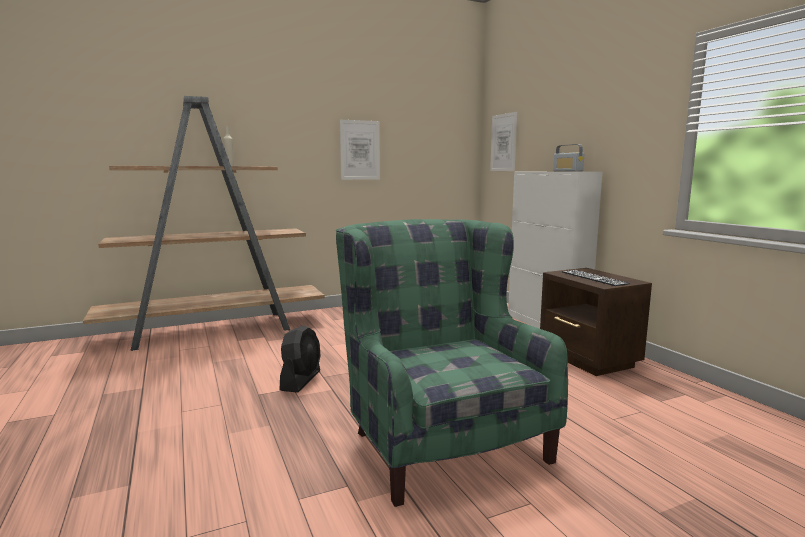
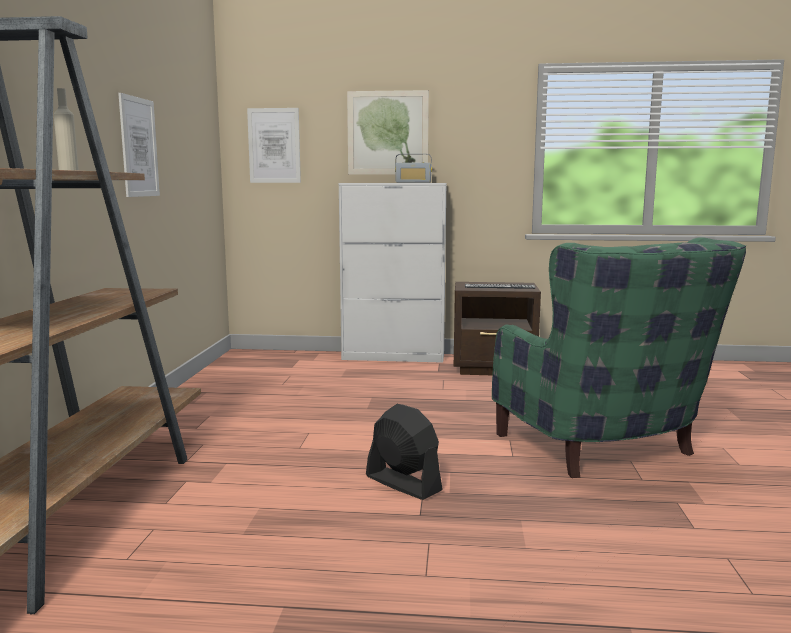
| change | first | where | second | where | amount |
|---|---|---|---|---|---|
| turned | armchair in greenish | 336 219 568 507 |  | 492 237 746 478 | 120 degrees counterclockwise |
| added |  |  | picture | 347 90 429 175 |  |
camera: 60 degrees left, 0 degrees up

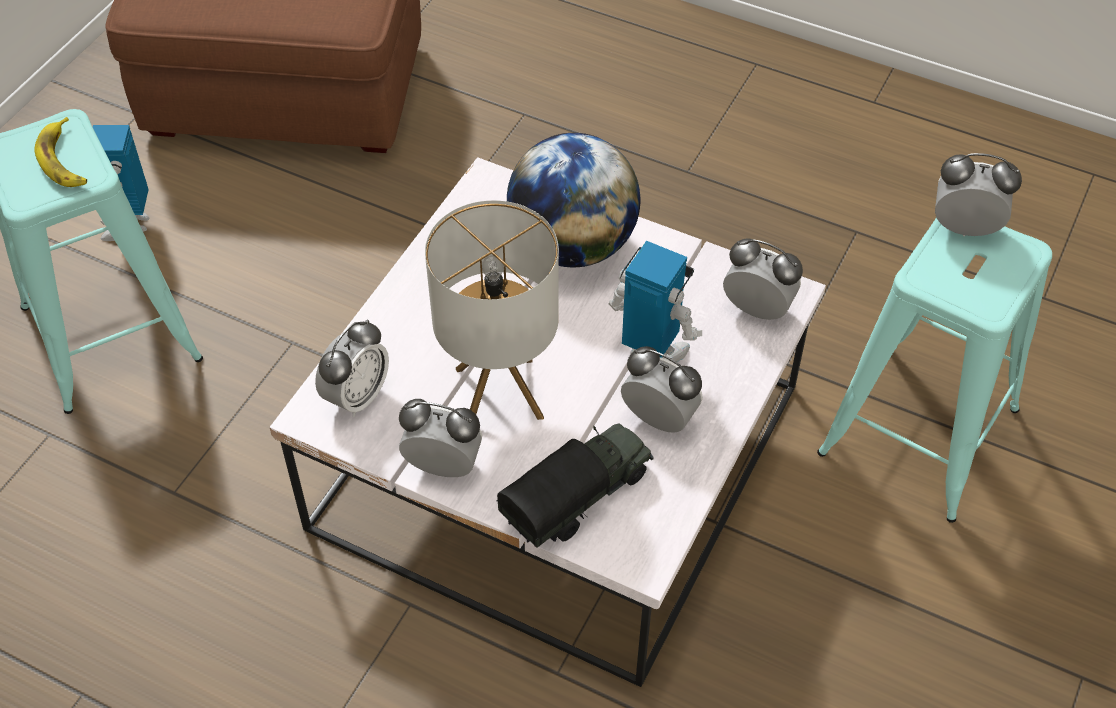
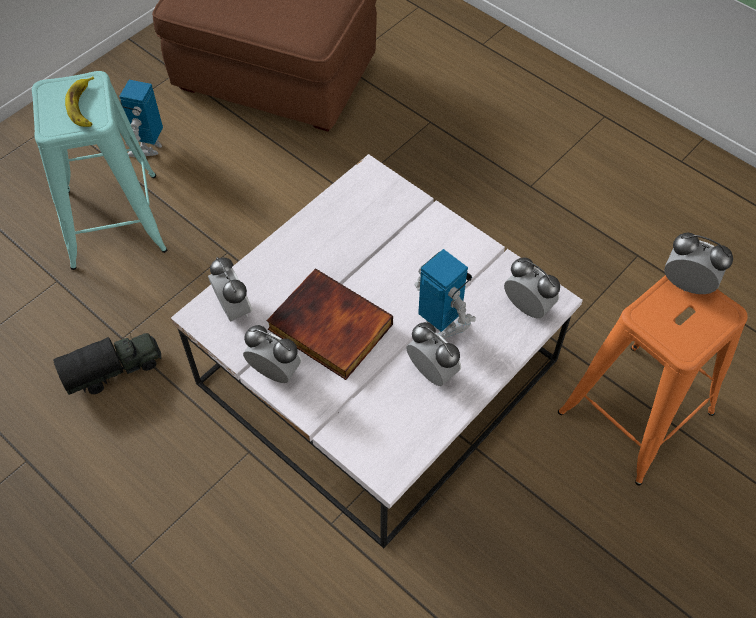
| change | first | where | second | where | amount |
|---|---|---|---|---|---|
| removed | desk globe | 507 133 640 268 |  |  |  |
| replaced | lamp for a table | 425 200 559 420 | book | 267 268 393 380 |  |
| recoloured | stool seat in turquoise-coloured | 817 218 1052 523 | stool seat in orange-coloured | 558 275 748 486 |  |
| turned | bedside clock | 315 319 389 417 |  | 208 257 252 321 | 75 degrees counterclockwise |
| moved | toy truck | 496 423 654 548 |  | 53 333 161 395 |  |
camera: 15 degrees right, 5 degrees up

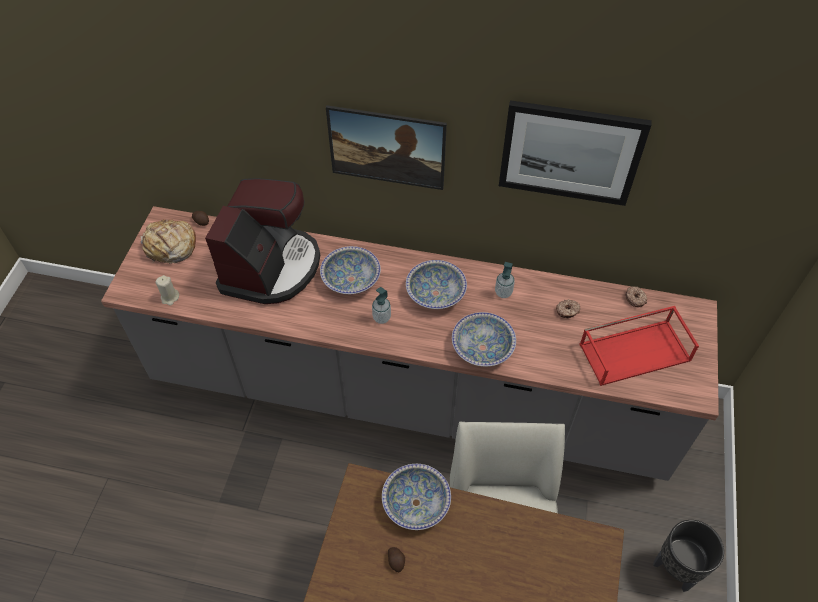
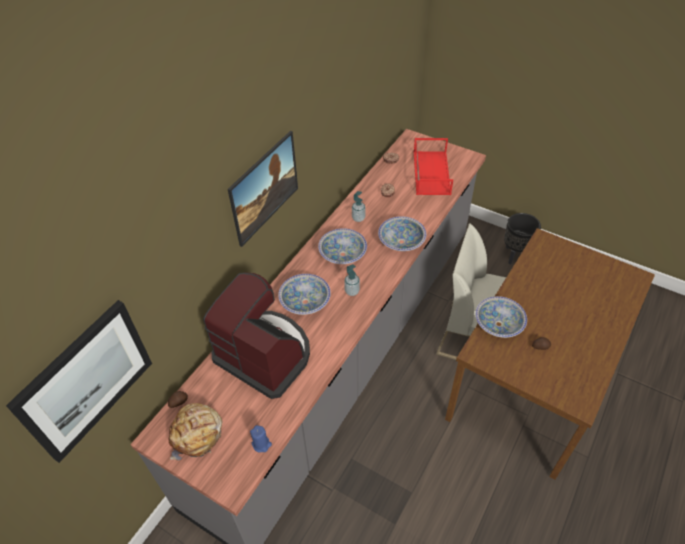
| change | first | where | second | where | amount |
|---|---|---|---|---|---|
| moved | picture | 499 100 652 206 |  | 6 300 152 463 |  |
| recoloured | wax light in beige-coloured | 155 275 179 306 | wax light in blue | 250 425 272 452 |  |
camera: 70 degrees left, 5 degrees down

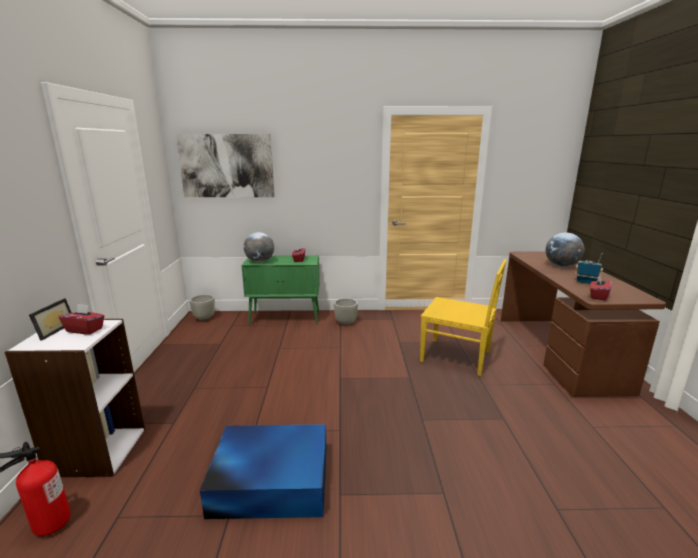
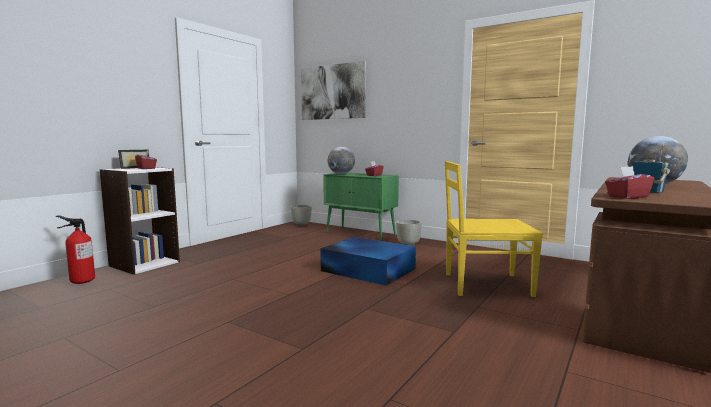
| change | first | where | second | where | amount |
|---|---|---|---|---|---|
| turned | plain chair in yellowish | 420 259 507 376 |  | 445 161 543 297 | 120 degrees clockwise |
| moved | storage box in blue | 200 424 326 519 |  | 320 237 416 286 |  |
camera: 35 degrees right, 10 degrees down

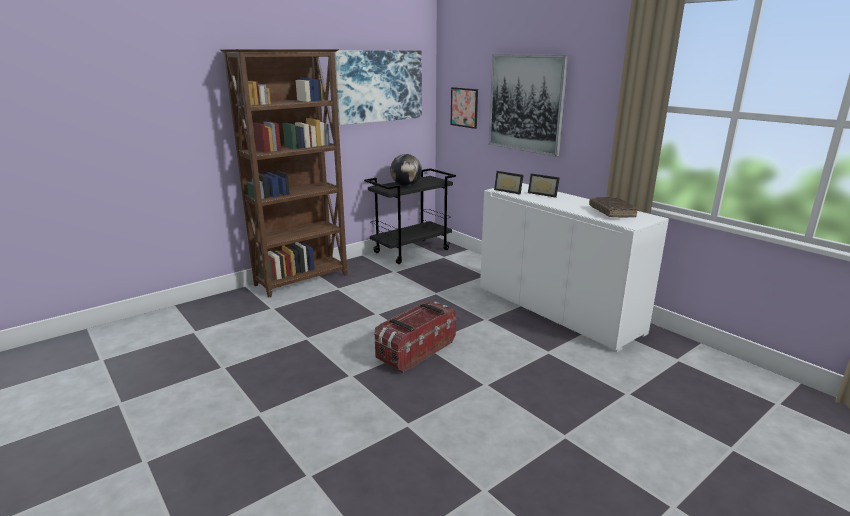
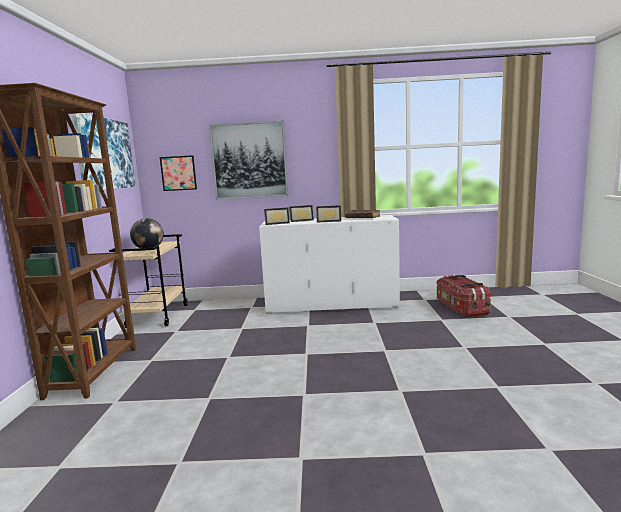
| change | first | where | second | where | amount |
|---|---|---|---|---|---|
| recoloured | trolley in black | 364 168 456 264 | trolley in beige-coloured | 109 234 188 328 |  |
| moved | storage box | 375 302 456 373 |  | 436 275 491 317 |  |
| added |  |  | standing frame | 316 205 341 223 |  |
camera: 50 degrees left, 10 degrees down

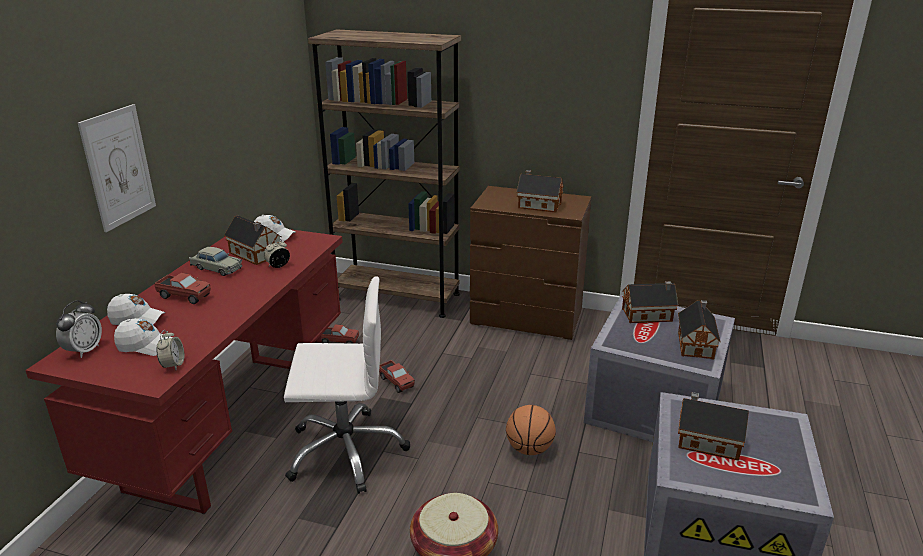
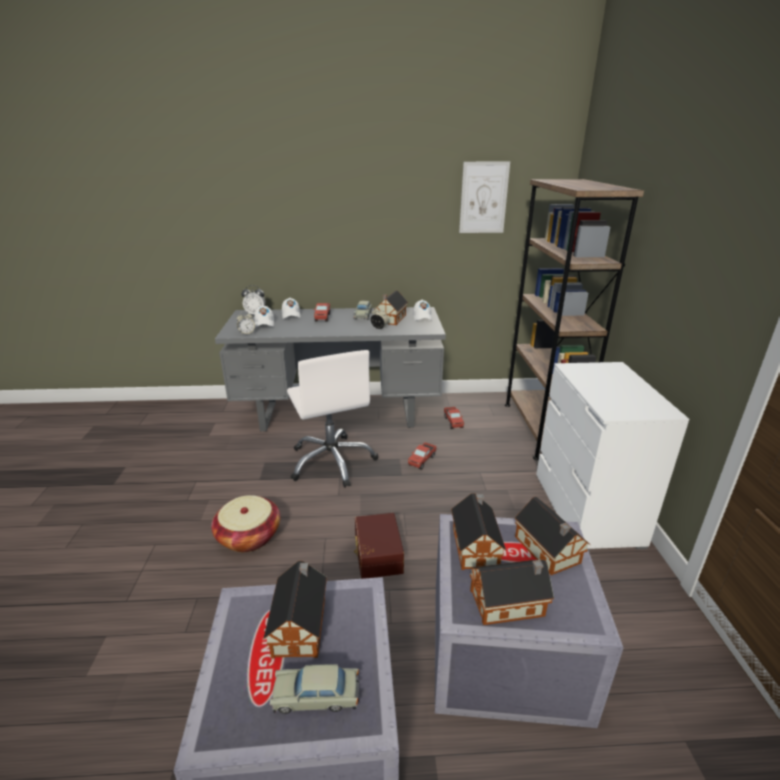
| change | first | where | second | where | amount |
|---|---|---|---|---|---|
| moved | picture | 78 104 156 232 |  | 459 162 510 233 |  |
| moved | model house | 516 170 564 213 |  | 451 493 506 570 |  |
| recoloured | chest of drawers in brown | 470 186 592 340 | chest of drawers in white-coloured | 536 362 689 551 |  |
| recoloured | desk table in red | 25 229 343 514 | desk table in gray | 215 307 446 432 |  |
| replaced | basketball | 506 405 556 455 | storage box in brown | 354 513 404 579 |  |
| added |  |  | model car in beige-coloured | 270 664 359 714 |  |
camera: 70 degrees right, 0 degrees up

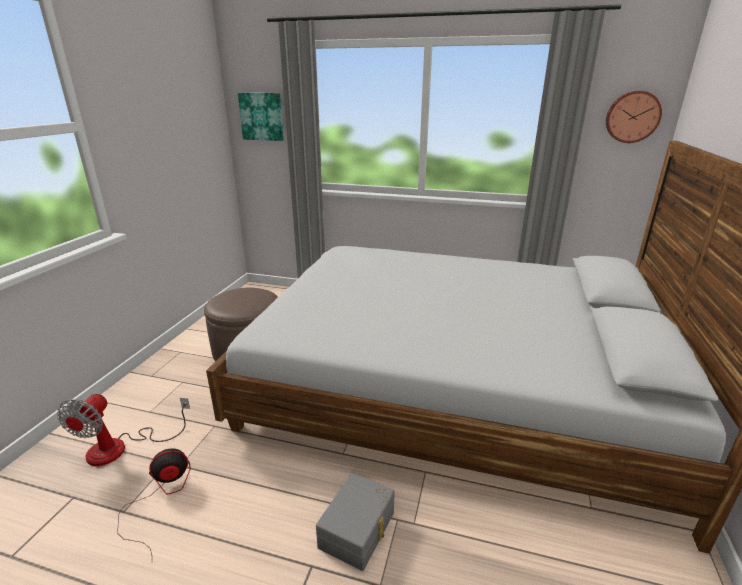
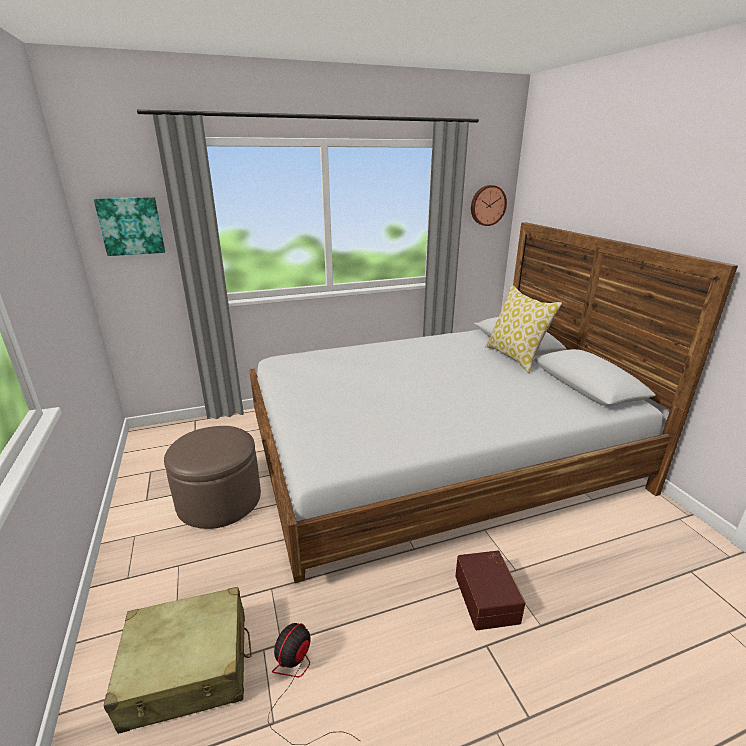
| change | first | where | second | where | amount |
|---|---|---|---|---|---|
| replaced | electric fan | 57 393 190 466 | travel case in beige-coloured | 104 587 252 734 |  |
| recoloured | storage box in gray | 316 473 395 571 | storage box in brown | 455 551 525 630 |  |
| added |  |  | throw pillow | 485 284 562 373 |  |
camera: 35 degrees left, 0 degrees up

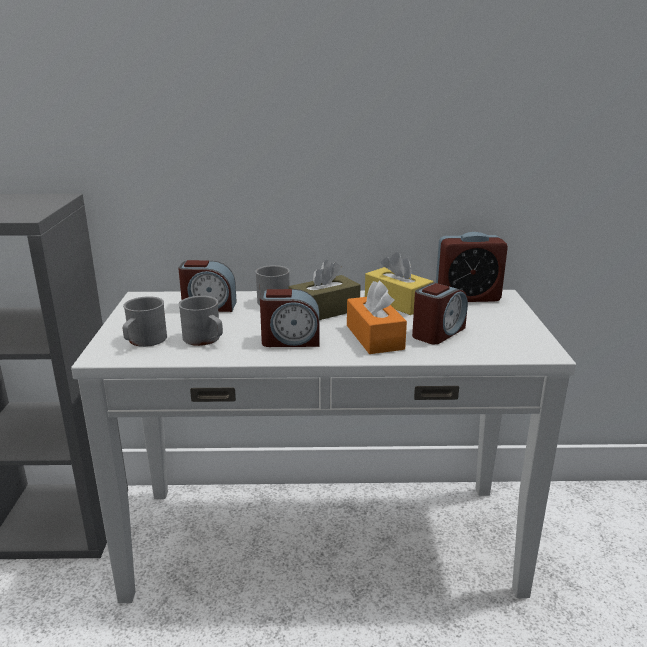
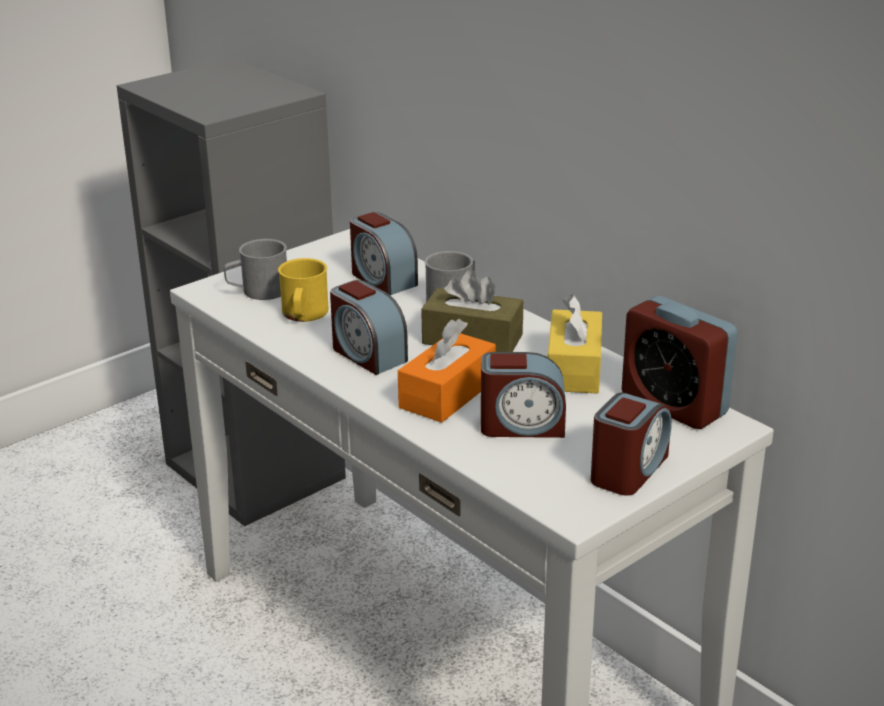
| change | first | where | second | where | amount |
|---|---|---|---|---|---|
| recoloured | mug in gray | 178 296 223 346 | mug in yellowish | 278 258 329 322 |  |
| added |  |  | bedside clock | 591 392 672 496 |  |
camera: 50 degrees right, 5 degrees up

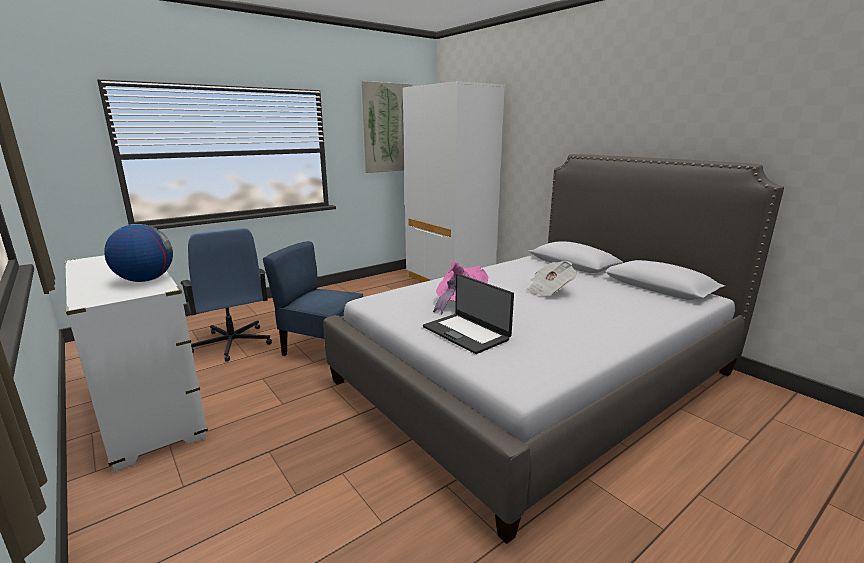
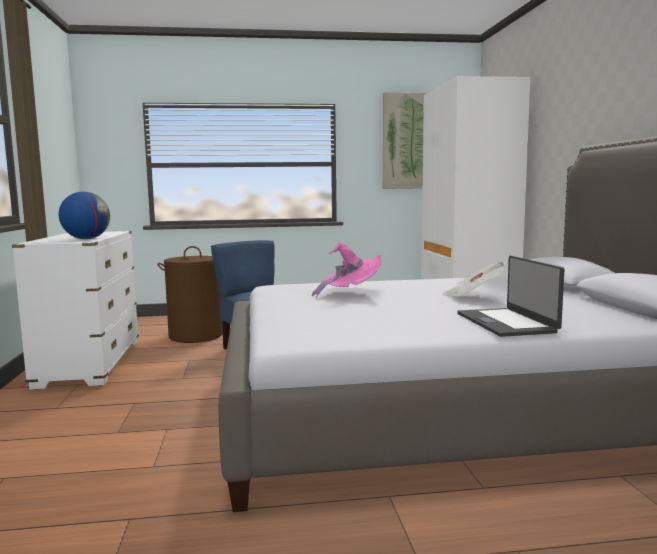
| change | first | where | second | where | amount |
|---|---|---|---|---|---|
| replaced | office chair in blue | 181 227 272 362 | hamper in brown | 157 246 223 343 |  |
| moved | notebook computer | 423 273 514 354 |  | 457 256 564 337 |  |
camera: 30 degrees right, 10 degrees down

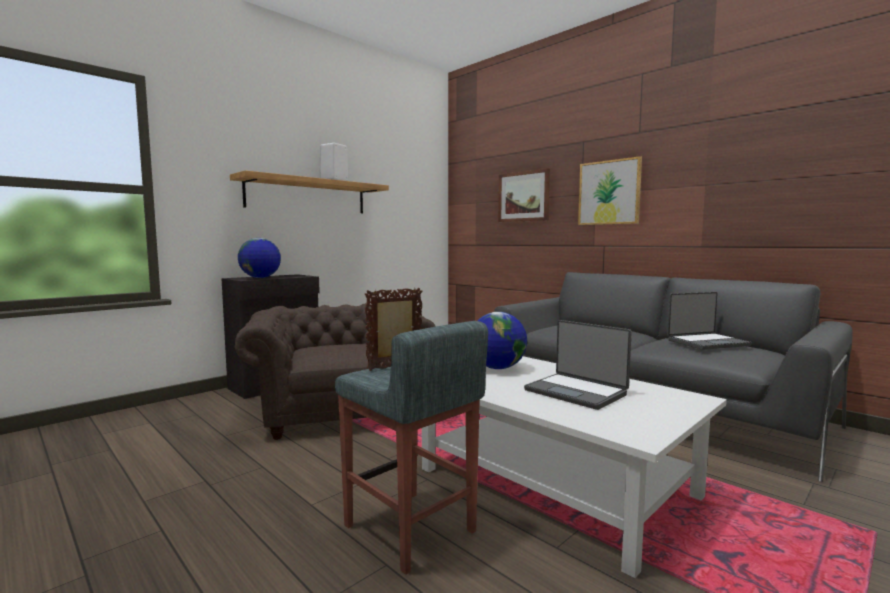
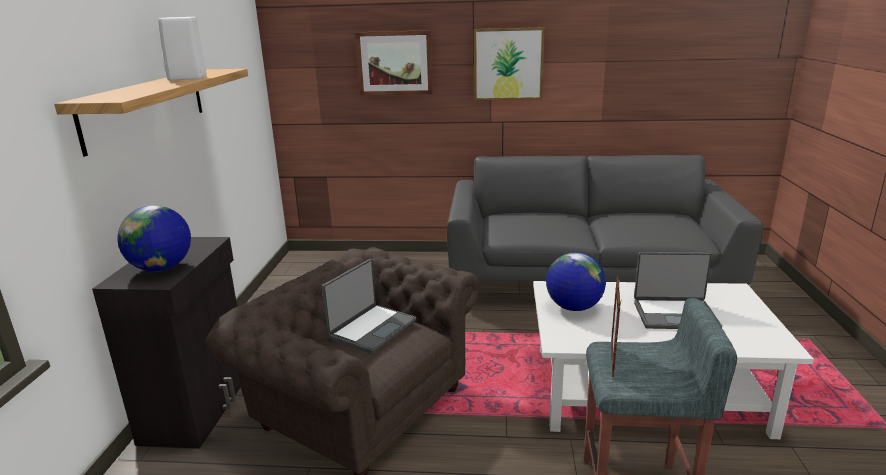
| change | first | where | second | where | amount |
|---|---|---|---|---|---|
| moved | notebook computer | 667 292 752 350 |  | 322 259 416 354 |  |
camera: 40 degrees left, 15 degrees up

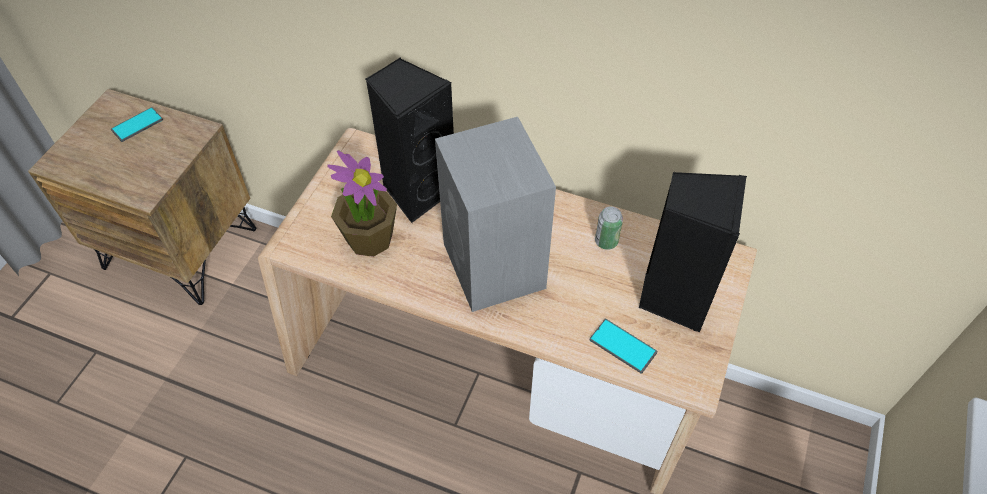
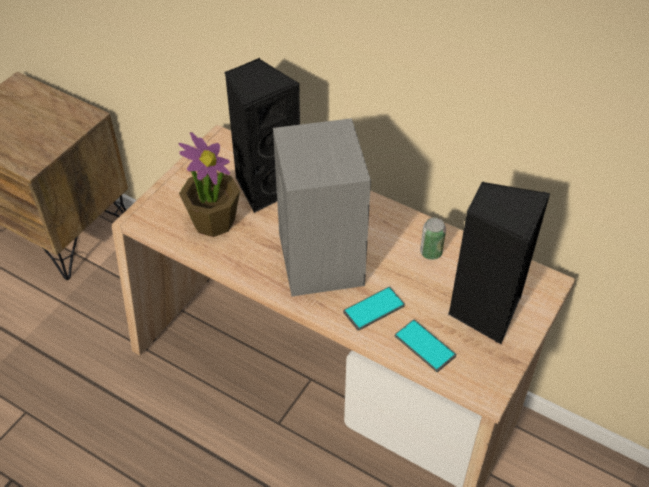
| change | first | where | second | where | amount |
|---|---|---|---|---|---|
| moved | handset | 111 107 163 142 |  | 343 287 405 331 |  |
camera: 10 degrees right, 5 degrees down

